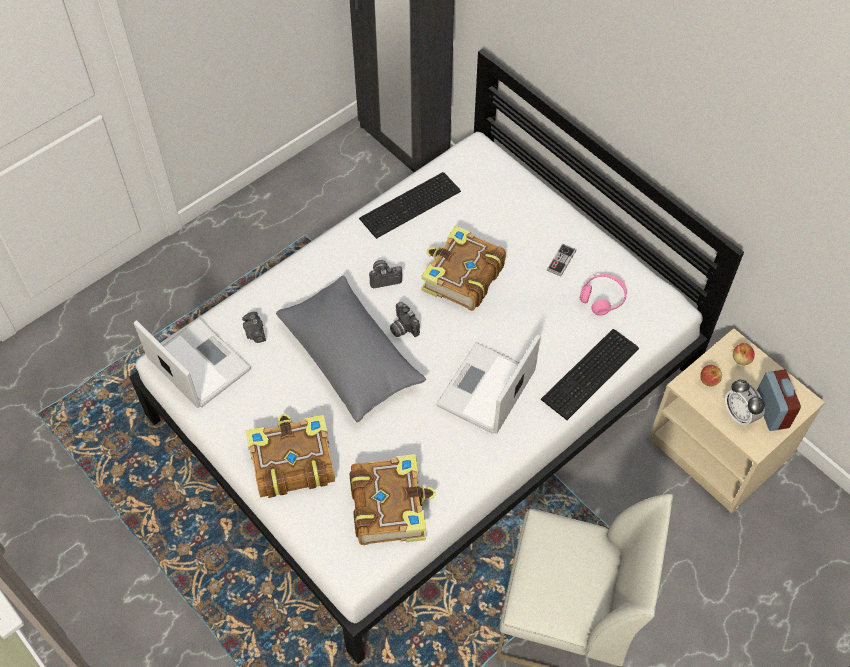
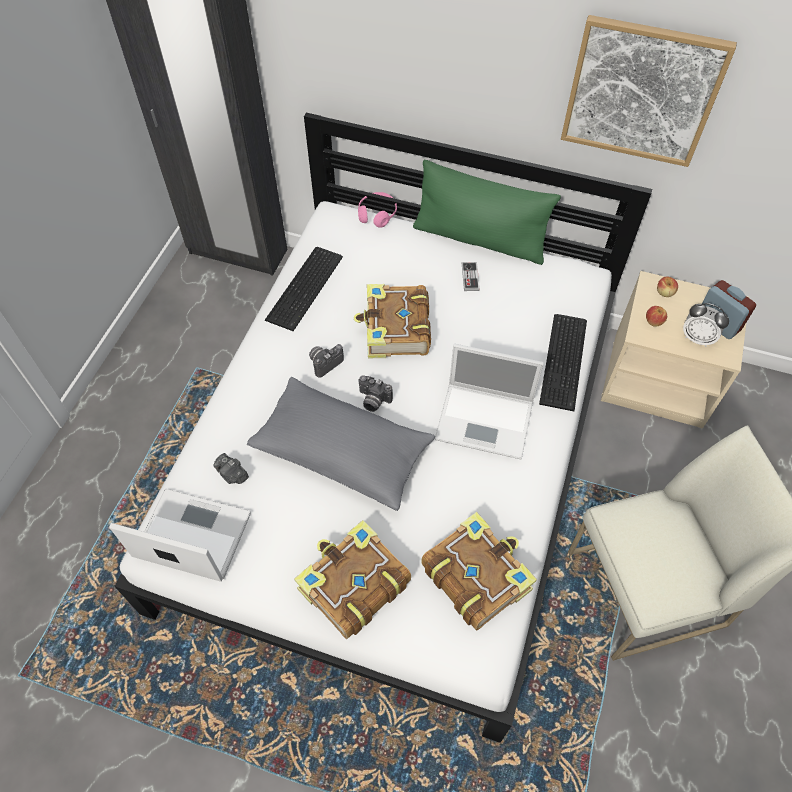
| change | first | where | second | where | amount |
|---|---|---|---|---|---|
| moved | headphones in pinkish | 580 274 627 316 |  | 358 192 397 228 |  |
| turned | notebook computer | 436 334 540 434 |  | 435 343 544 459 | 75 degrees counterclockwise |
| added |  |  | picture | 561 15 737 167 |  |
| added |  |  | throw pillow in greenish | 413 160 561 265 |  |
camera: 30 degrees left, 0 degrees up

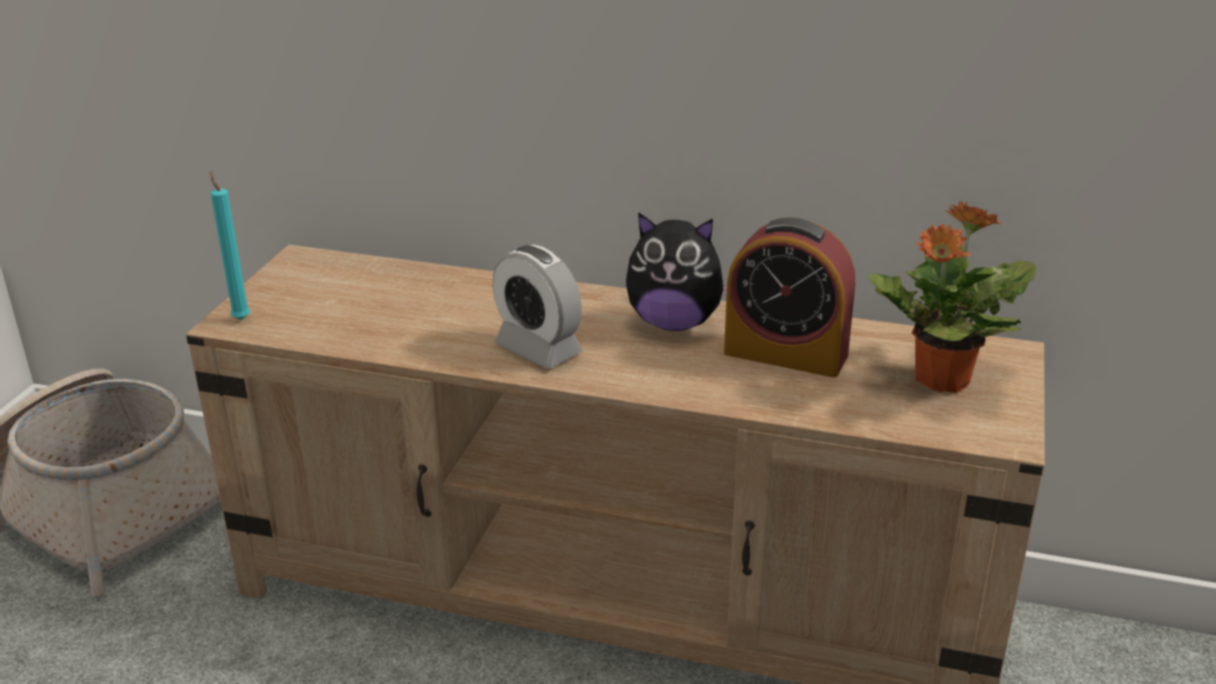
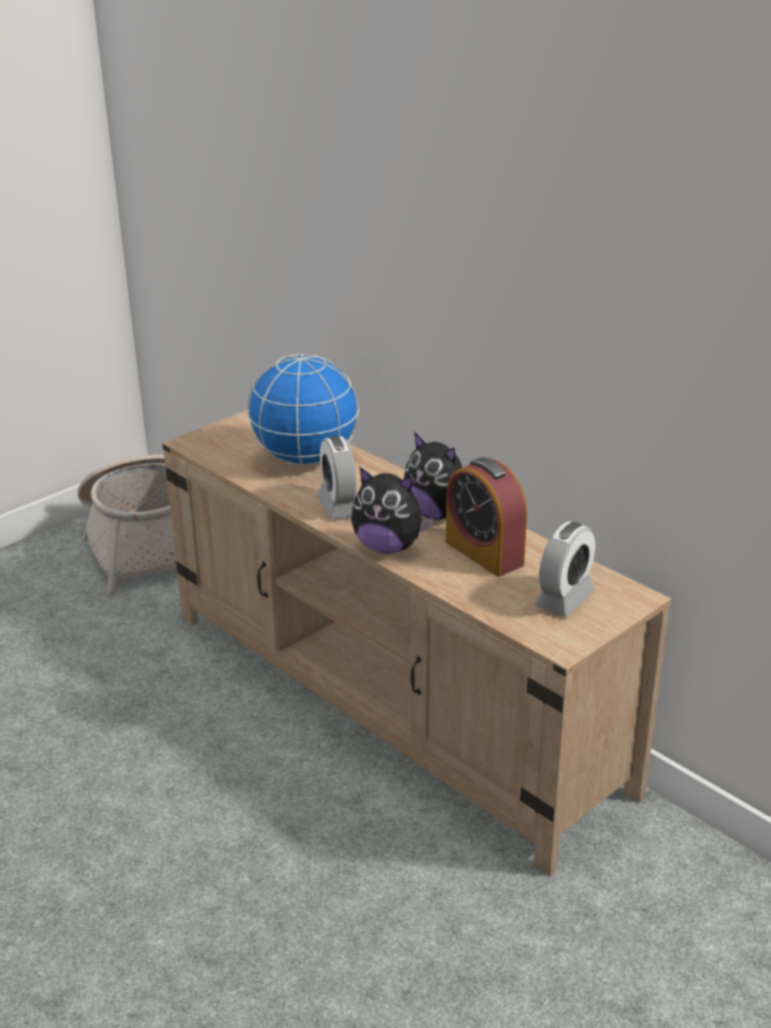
| change | first | where | second | where | amount |
|---|---|---|---|---|---|
| removed | wax light in turquoise-coloured | 210 171 250 320 |  |  |  |
| replaced | potted plant | 868 200 1036 393 | bedside clock | 534 521 595 617 |  |
| added |  |  | desk globe | 247 354 359 466 |  |
| added |  |  | cuddly toy | 351 467 433 554 |  |
camera: 30 degrees right, 0 degrees up

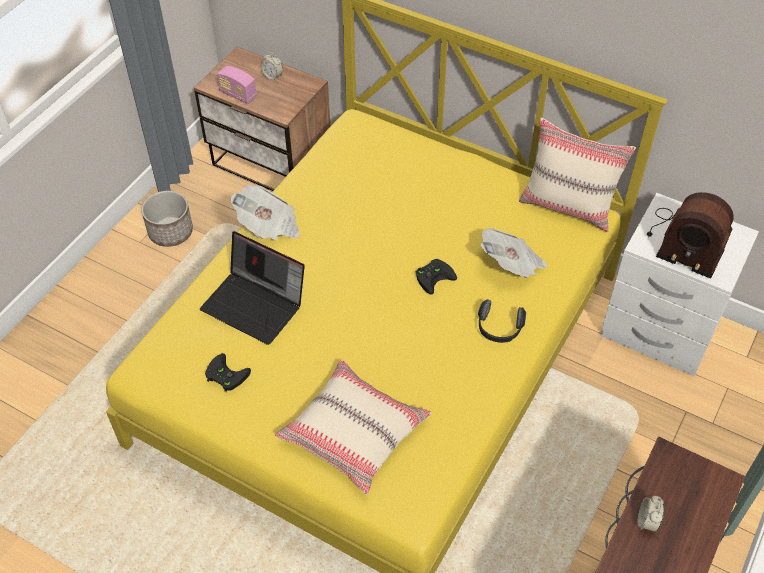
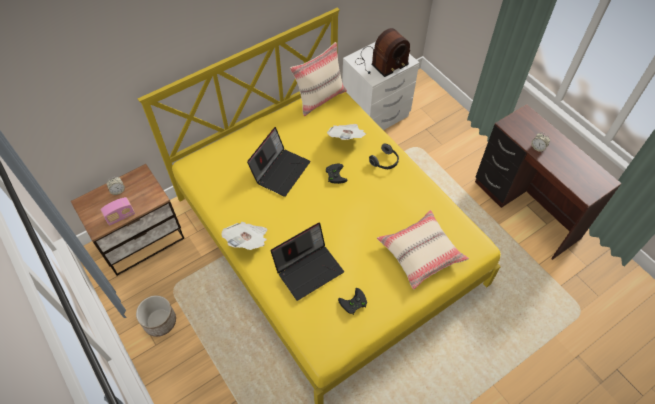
| change | first | where | second | where | amount |
|---|---|---|---|---|---|
| added |  |  | notebook computer | 247 127 311 197 |  |
camera: 65 degrees left, 5 degrees up

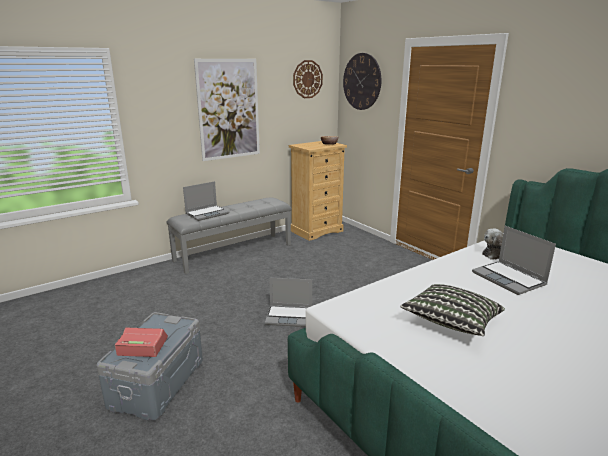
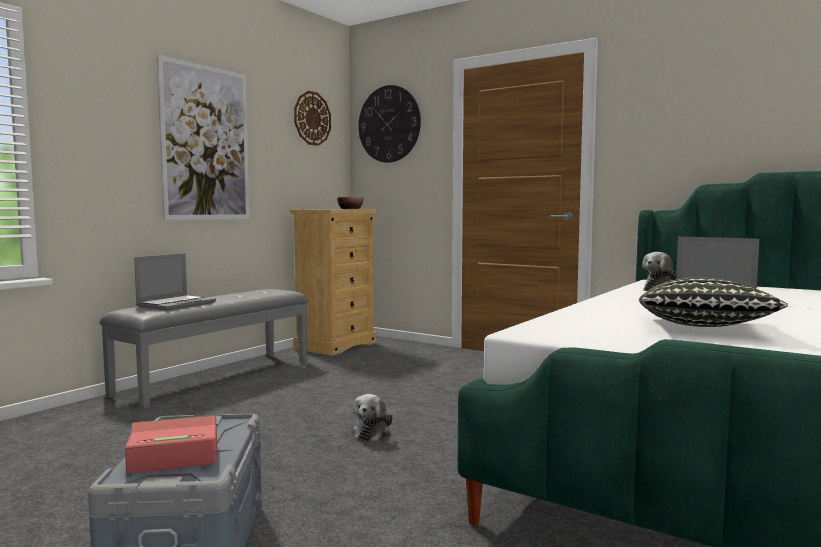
| change | first | where | second | where | amount |
|---|---|---|---|---|---|
| replaced | notebook computer | 265 278 312 327 | cuddly toy | 352 394 393 441 |  |
camera: 20 degrees left, 15 degrees down

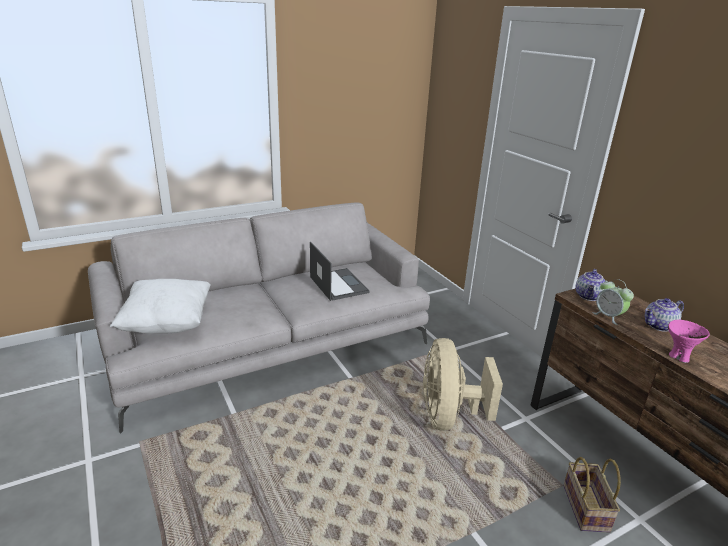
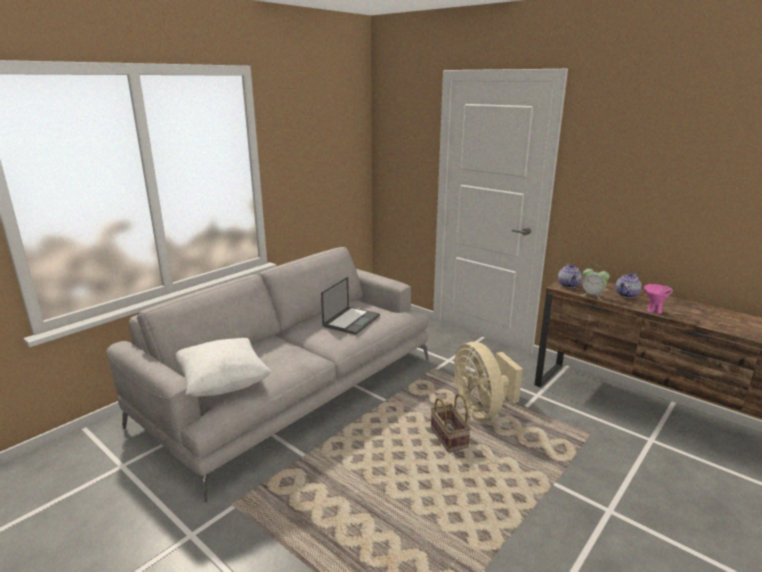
| change | first | where | second | where | amount |
|---|---|---|---|---|---|
| turned | notebook computer | 310 242 370 301 |  | 321 277 380 335 | 75 degrees clockwise |
| moved | household basket | 563 457 621 533 |  | 431 394 471 453 |  |
camera: 20 degrees left, 5 degrees down

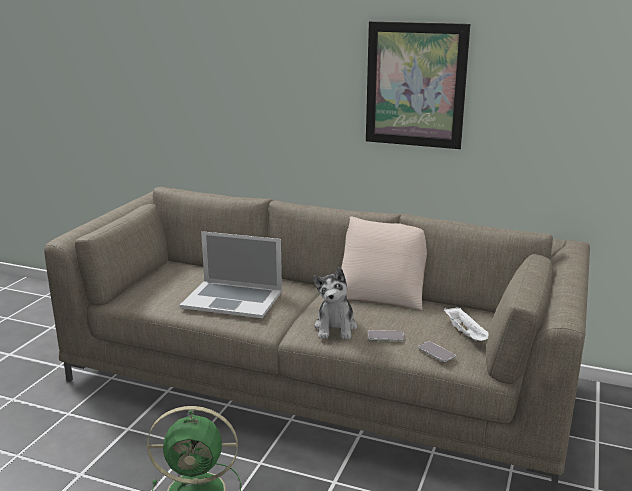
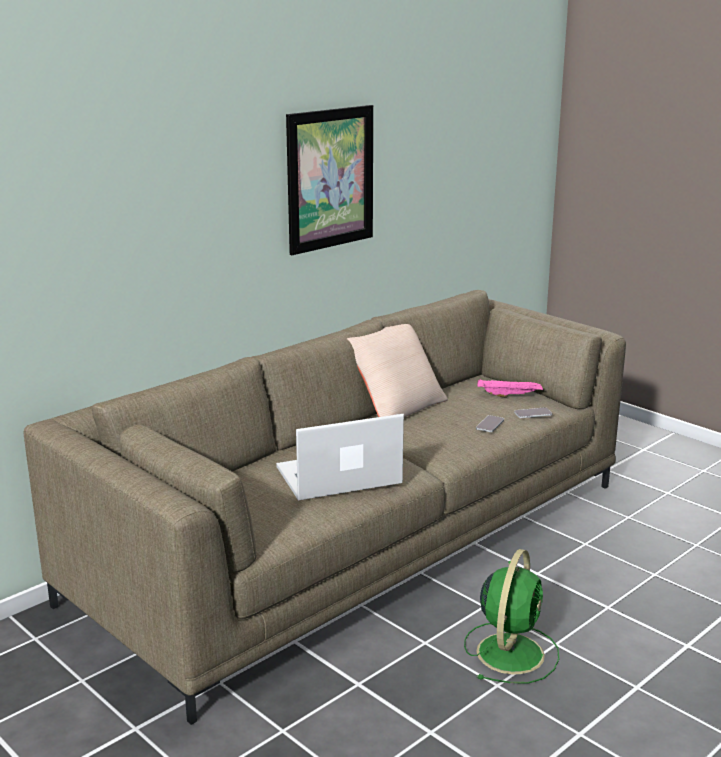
| change | first | where | second | where | amount |
|---|---|---|---|---|---|
| turned | notebook computer | 180 231 282 318 |  | 276 414 404 500 | 150 degrees counterclockwise |
| removed | cuddly toy | 313 268 357 339 |  |  |  |
| recoloured | tray in white-coloured | 444 307 489 341 | tray in pinkish | 477 379 543 398 |  |
camera: 65 degrees left, 0 degrees up

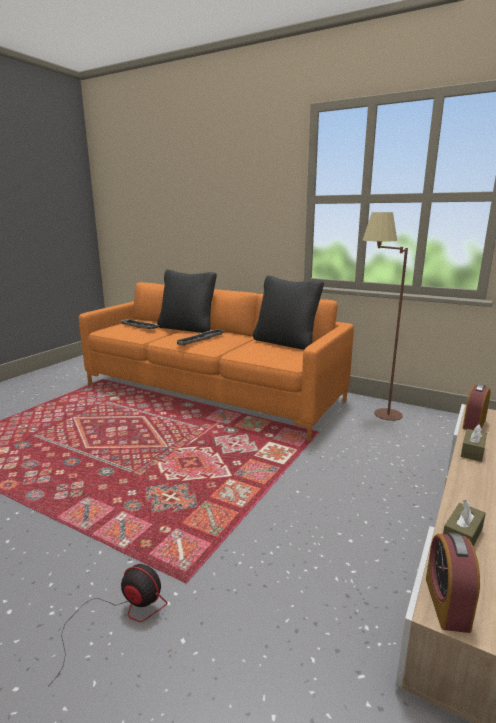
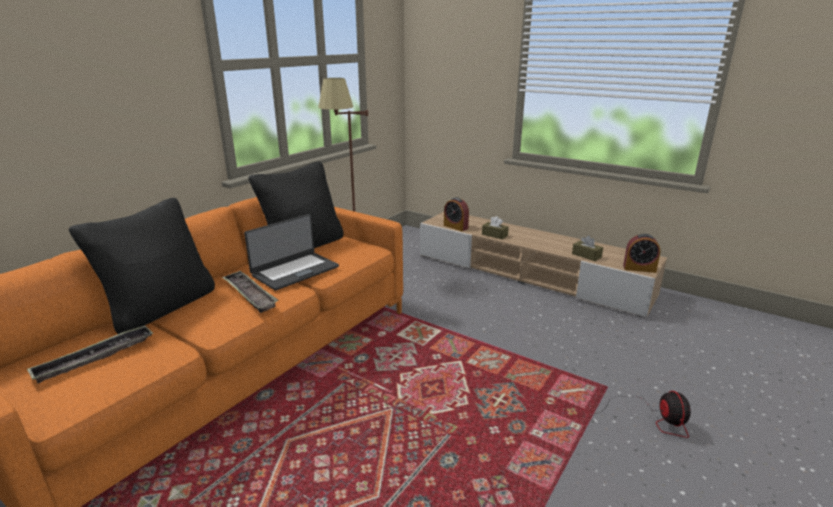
| change | first | where | second | where | amount |
|---|---|---|---|---|---|
| turned | electric fan | 48 564 167 687 |  | 594 391 691 438 | 150 degrees clockwise |
| added |  |  | notebook computer | 244 214 339 291 |  |
camera: 85 degrees left, 5 degrees up

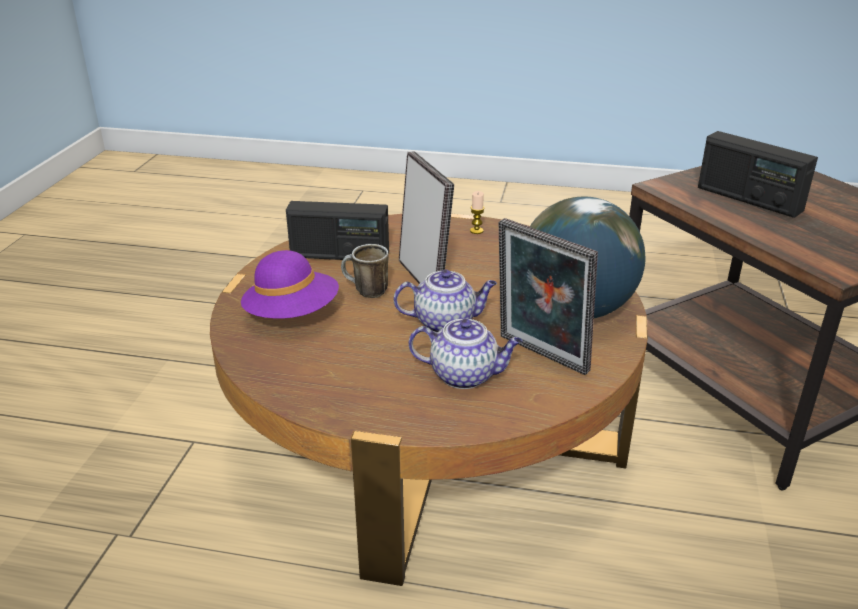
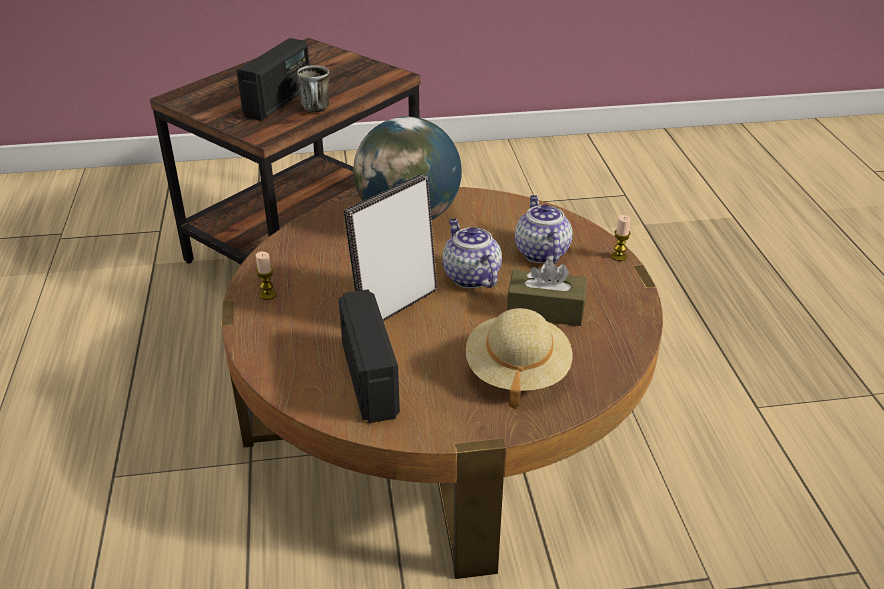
| change | first | where | second | where | amount |
|---|---|---|---|---|---|
| removed | standing frame | 499 218 598 375 |  |  |  |
| moved | mug | 341 244 389 298 |  | 297 65 330 113 |  |
| recoloured | hat in purplish | 241 250 339 319 | hat in beige-coloured | 466 308 572 409 |  |
| added |  |  | wax light | 611 215 631 261 |  |
| added |  |  | box of tissues in brown | 507 259 587 326 |  |
camera: 110 degrees left, 5 degrees up

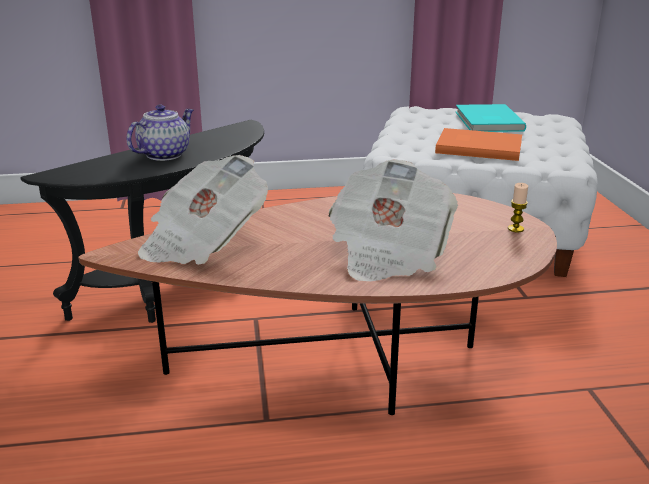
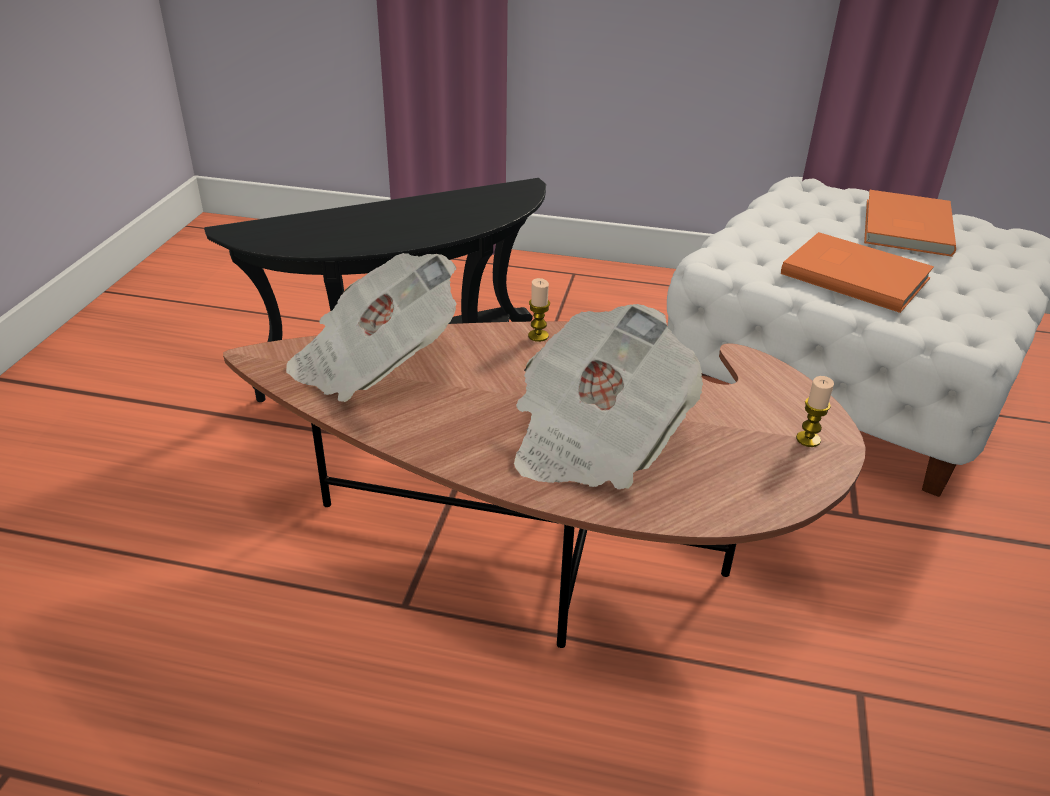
| change | first | where | second | where | amount |
|---|---|---|---|---|---|
| recoloured | book in turquoise-coloured | 456 104 526 132 | book in orange-coloured | 864 190 956 257 |  |
| removed | tea pot | 127 105 193 161 |  |  |  |
| added |  |  | wax light | 528 278 550 342 |  |
camera: 20 degrees right, 10 degrees up

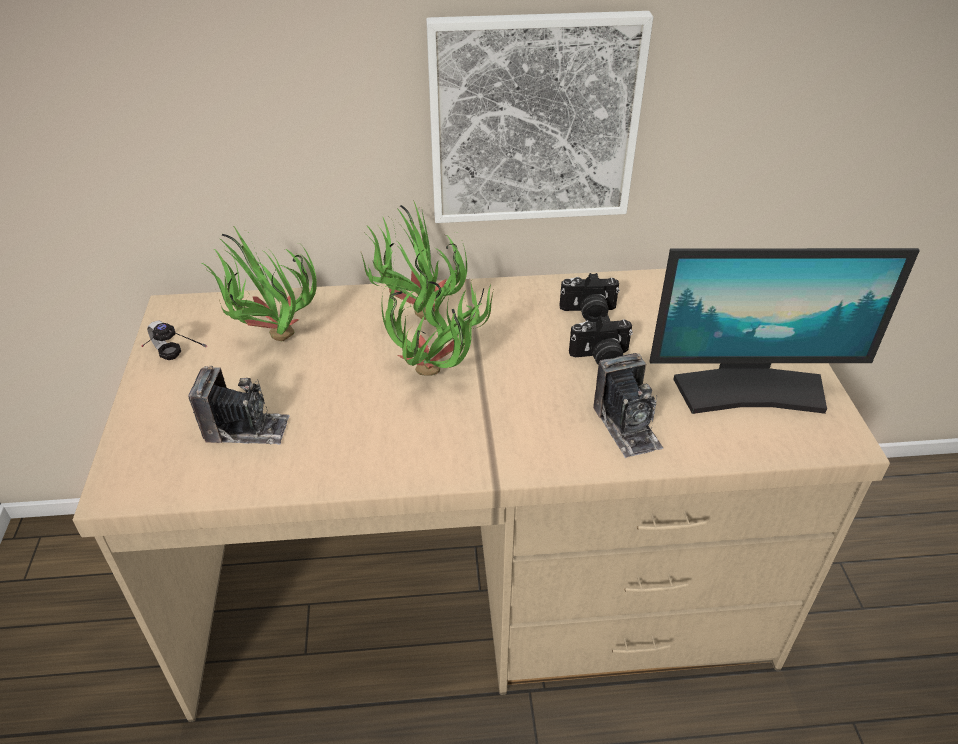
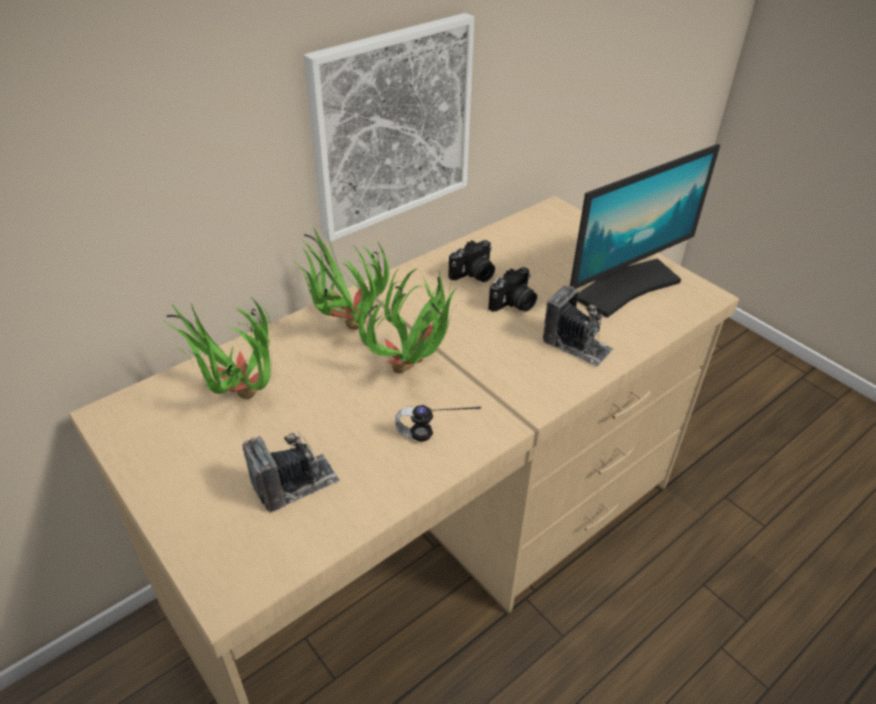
| change | first | where | second | where | amount |
|---|---|---|---|---|---|
| moved | headphones | 141 320 207 360 |  | 395 405 481 442 |  |
camera: 35 degrees left, 0 degrees up

